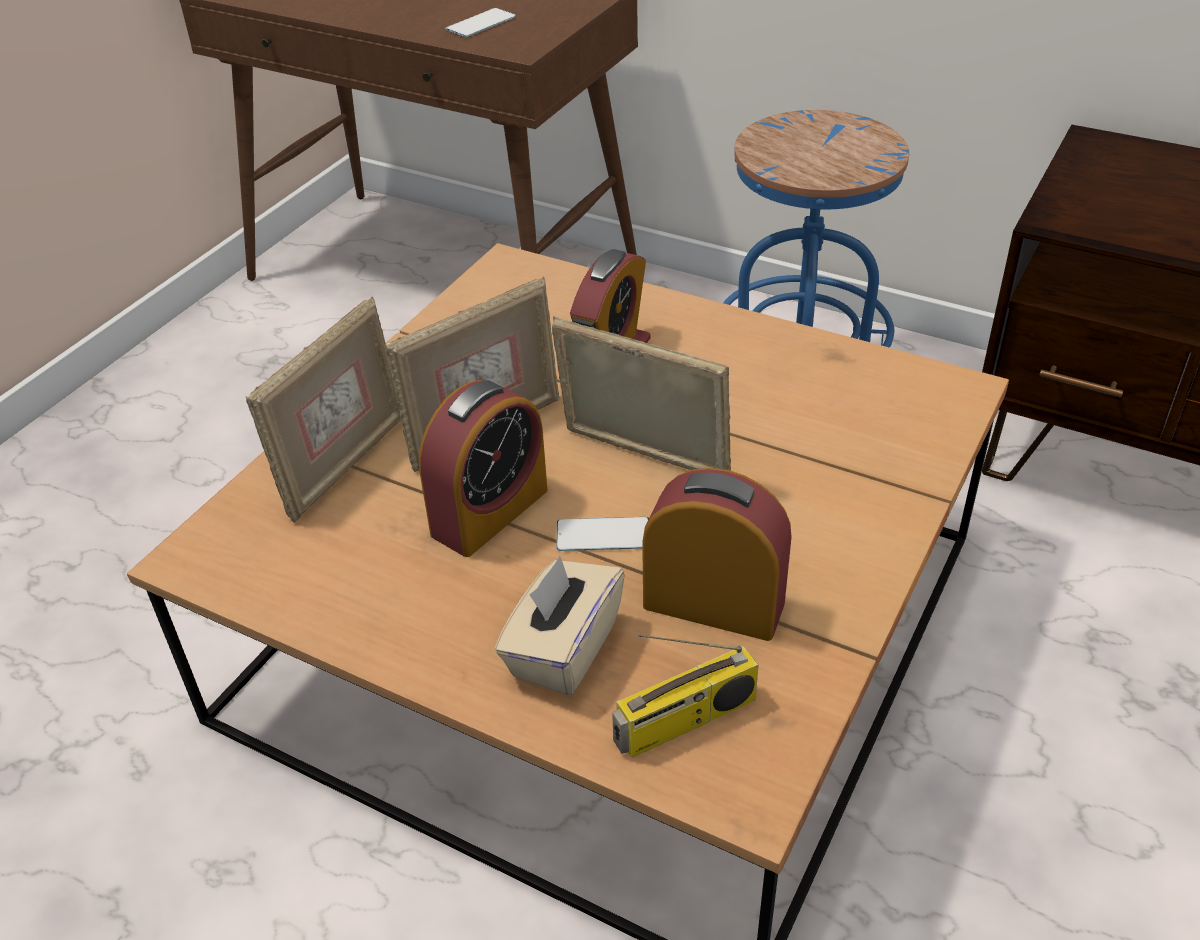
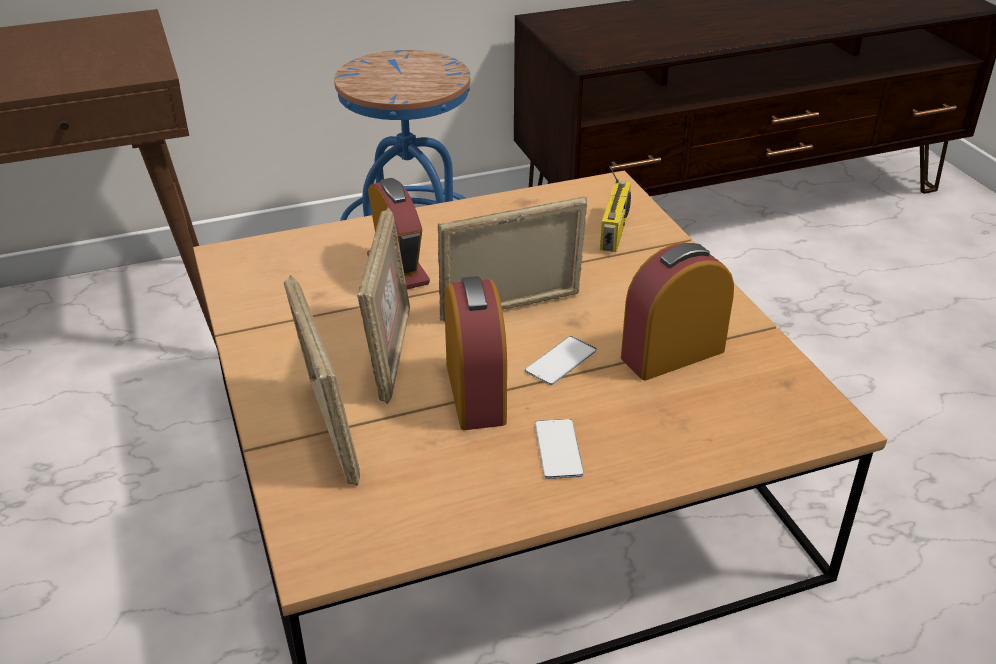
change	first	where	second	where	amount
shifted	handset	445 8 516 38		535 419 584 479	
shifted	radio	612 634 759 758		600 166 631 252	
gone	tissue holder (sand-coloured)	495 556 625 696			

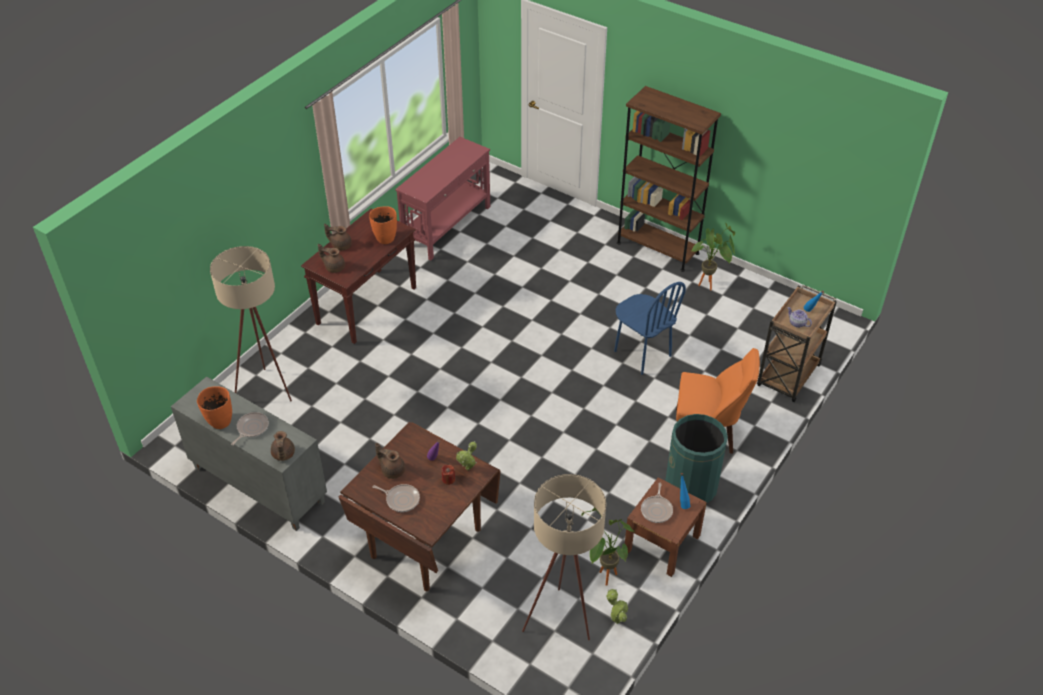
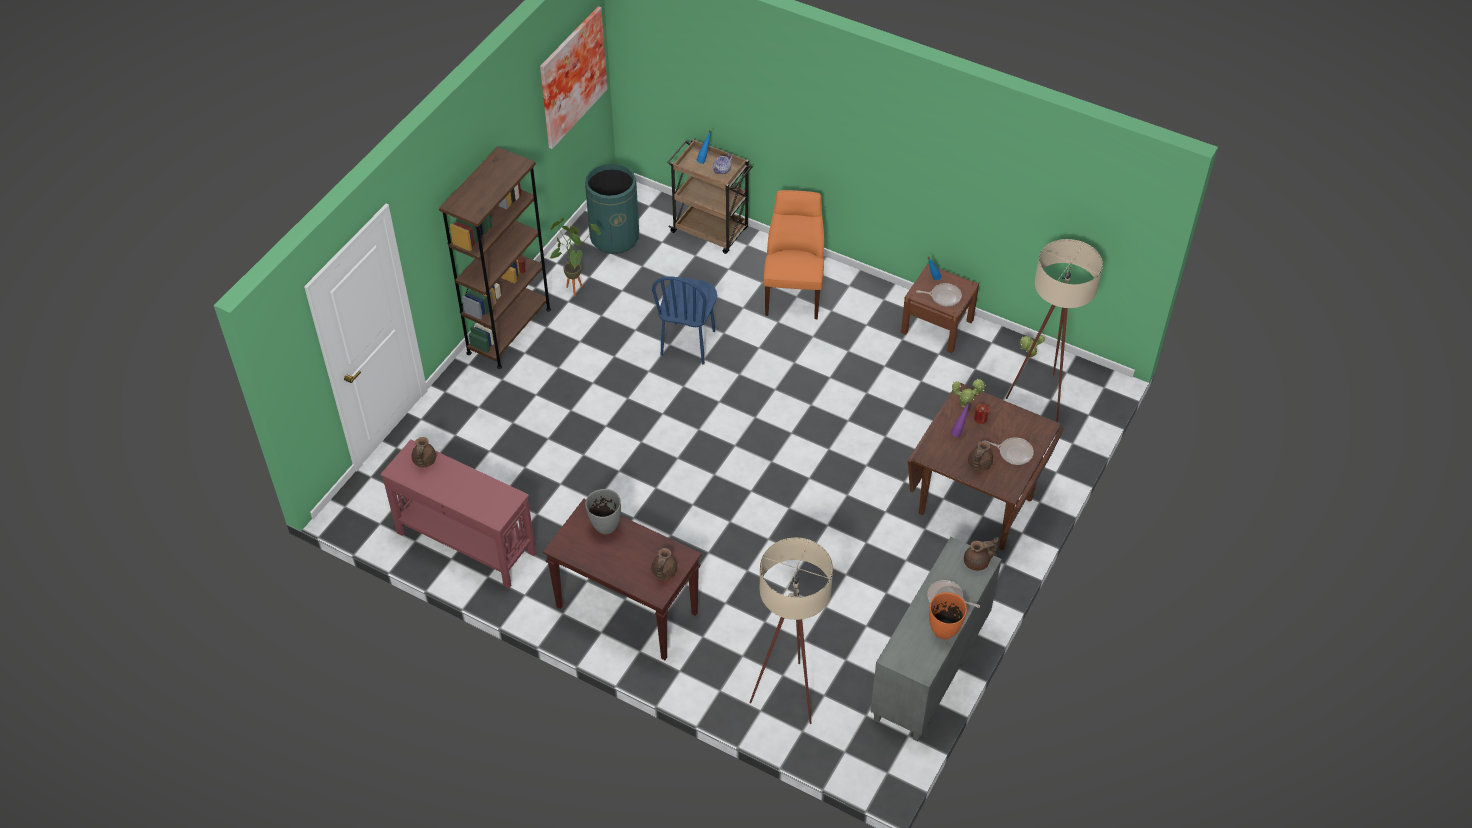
change	first	where	second	where	amount
shifted	teapot (brownish)	324 224 352 250		411 437 436 467	
new			picture	540 6 607 149	
shifted	trash can (green-coloured)	665 414 728 503		585 164 639 254	
repainted	decorative vase (orange)	369 206 397 244	decorative vase (gray)	585 489 621 534	
rotated	upright chair (blue-coloured)	614 282 686 375		652 277 717 364	150 degrees clockwise
rotated	frying pan	373 484 420 512		986 437 1034 465	90 degrees clockwise
gone	potted plant	581 507 634 586			

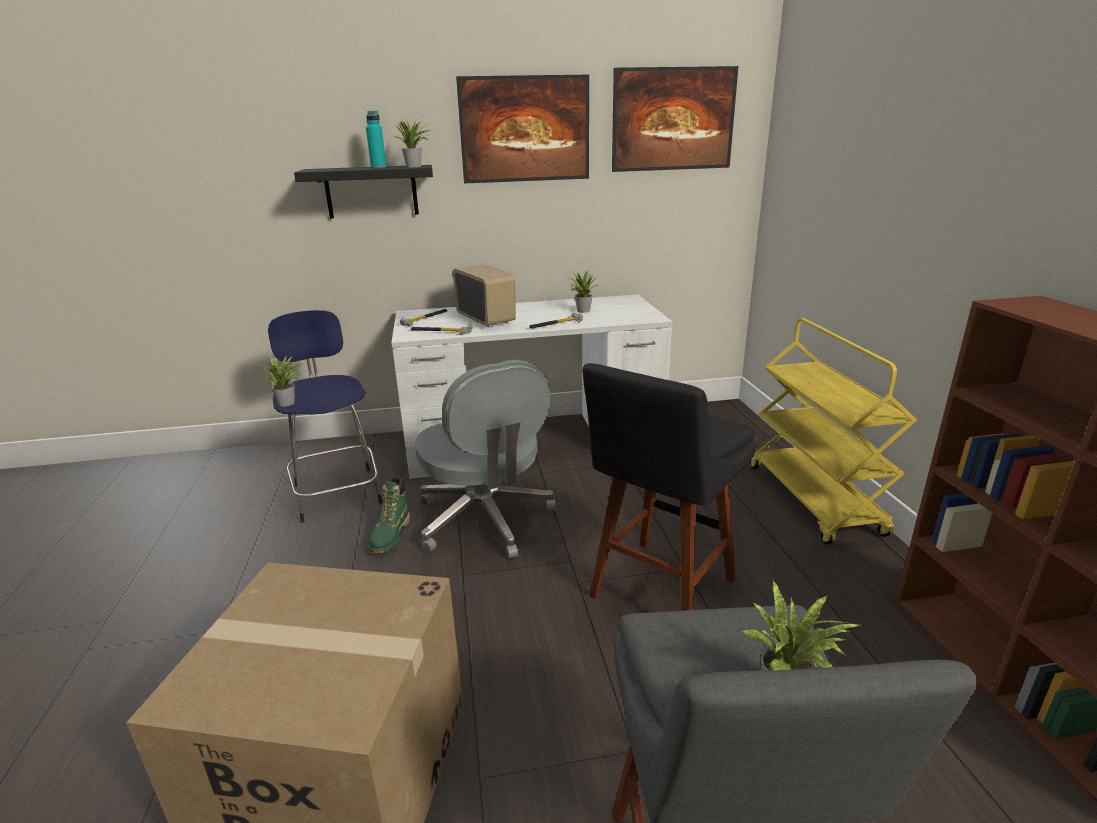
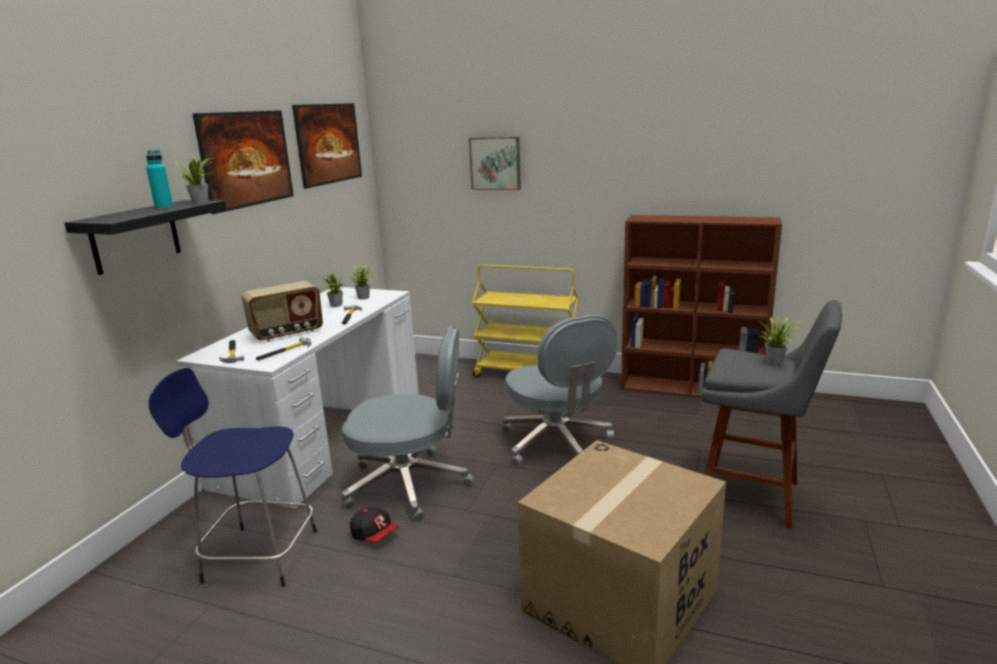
change	first	where	second	where	amount
rotated	radio	453 265 516 327		242 281 323 342	150 degrees clockwise
shifted	potted plant	261 356 302 407		345 265 376 299	
swapped	high-top boot (green-coloured)	369 478 410 553	peaked cap	350 507 400 542	
new			picture	469 137 521 190	
swapped	stool (black-coloured)	582 363 756 611	office chair (gray)	503 314 617 466	

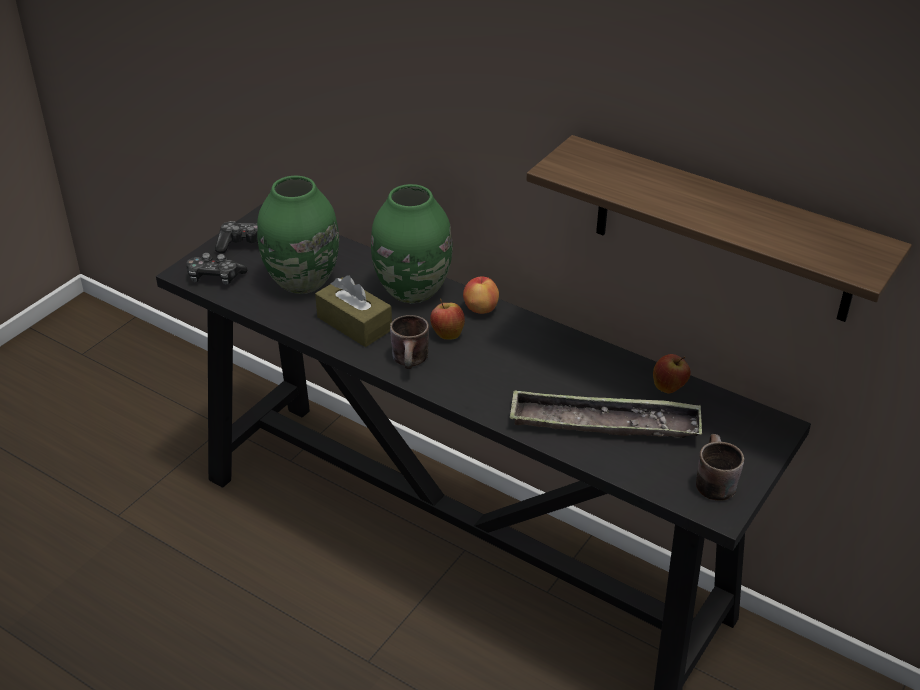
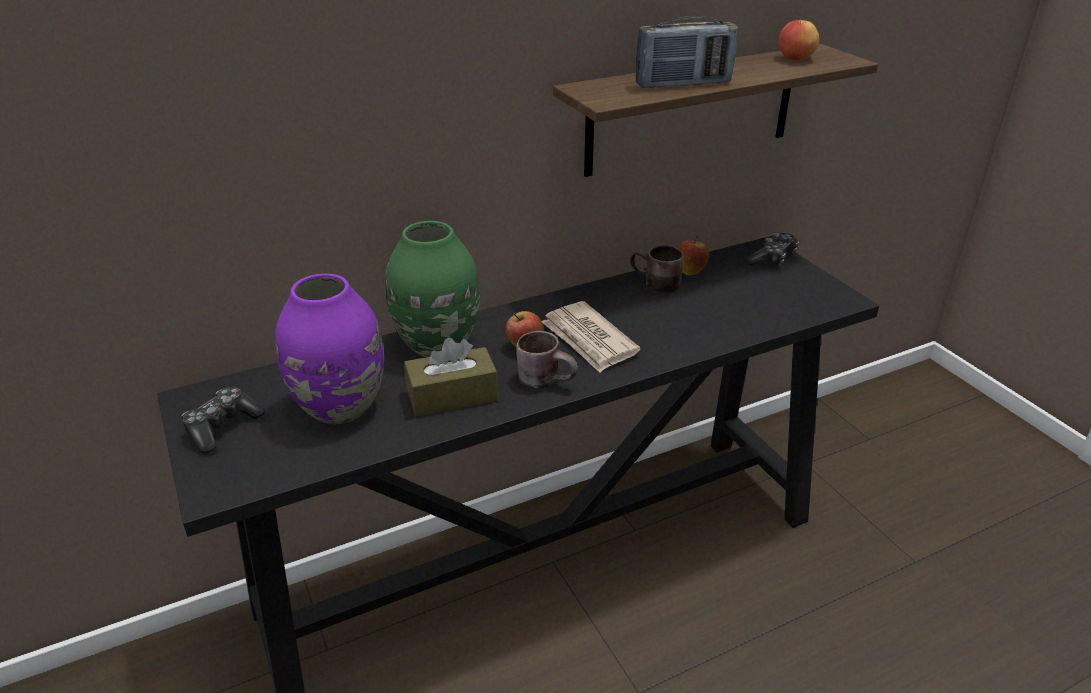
change	first	where	second	where	amount
repainted	decorative vase (green-coloured)	257 176 339 294	decorative vase (purple-coloured)	275 274 384 424	
new			daily paper	542 301 640 373	
shifted	coffee mug (brownish)	696 434 744 501		630 245 684 293	
new			radio	636 16 738 89	
shifted	joypad	186 253 247 285		745 233 799 267	
shifted	whole apple	463 276 499 314		779 17 819 60	
gone	carrying tray	510 389 702 438			

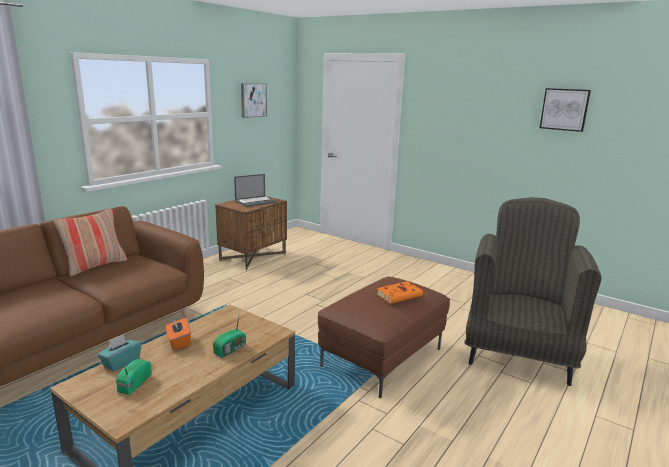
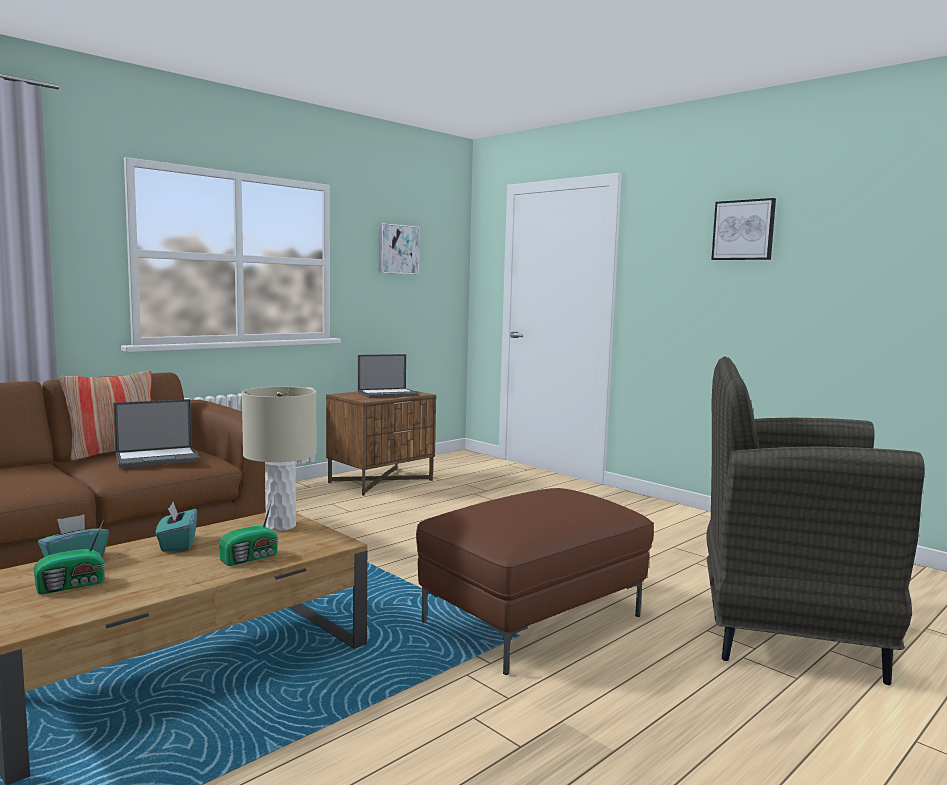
change	first	where	second	where	amount
rotated	radio	116 359 152 395		34 520 106 595	150 degrees counterclockwise
new			portable computer	113 399 200 468	
repainted	tissue holder (orange)	166 317 191 350	tissue holder (turquoise)	156 502 197 552	
new			tabletop lamp (sand-coloured)	242 387 317 531	
rotated	armchair (gray)	465 197 602 386		706 356 925 685	105 degrees counterclockwise
shifted	picture	540 88 591 132		711 198 776 260	
gone	book (orange)	377 281 423 304			

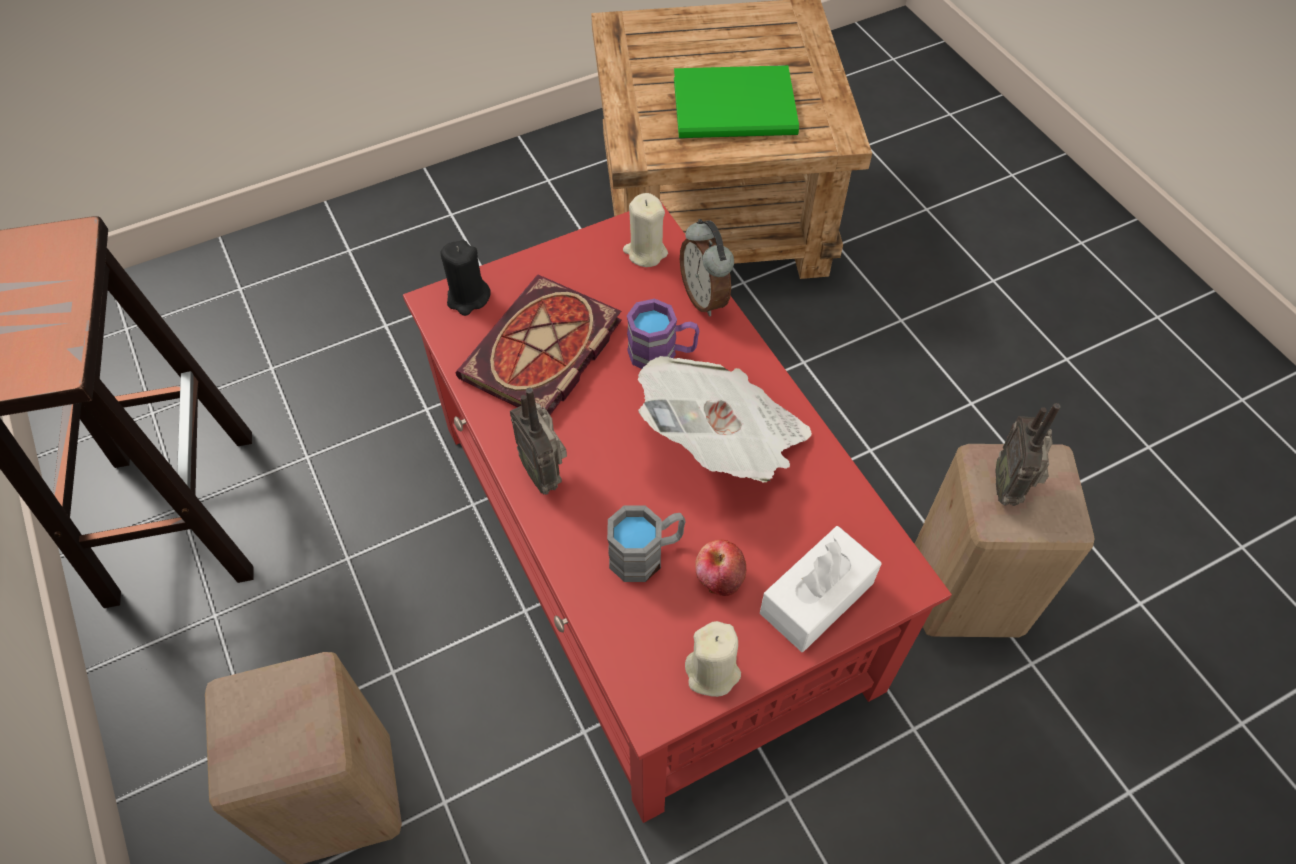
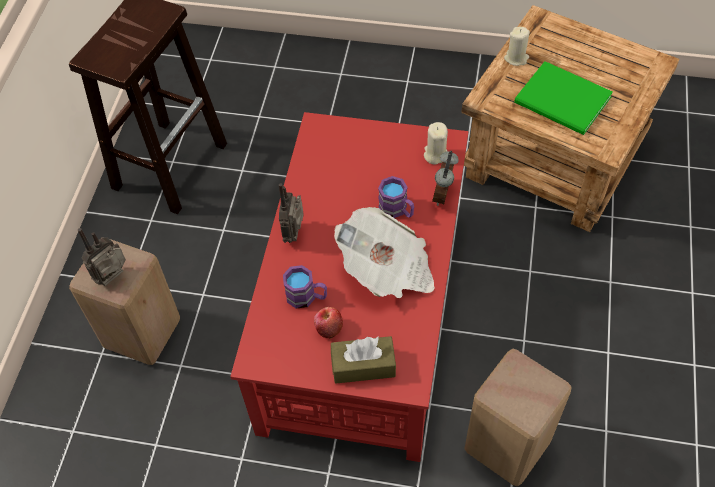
change	first	where	second	where	amount
shifted	radio	995 403 1061 506		78 228 126 286	
repainted	coffee mug (gray)	607 506 686 582	coffee mug (purple-coloured)	283 265 327 309	
repainted	tissue holder (white-coloured)	760 526 882 652	tissue holder (brownish)	331 336 396 384	
shifted	candle (sand-coloured)	685 621 741 697		504 27 530 66	
gone	candle (black-coloured)	440 240 491 316			
gone	book	456 275 622 415			

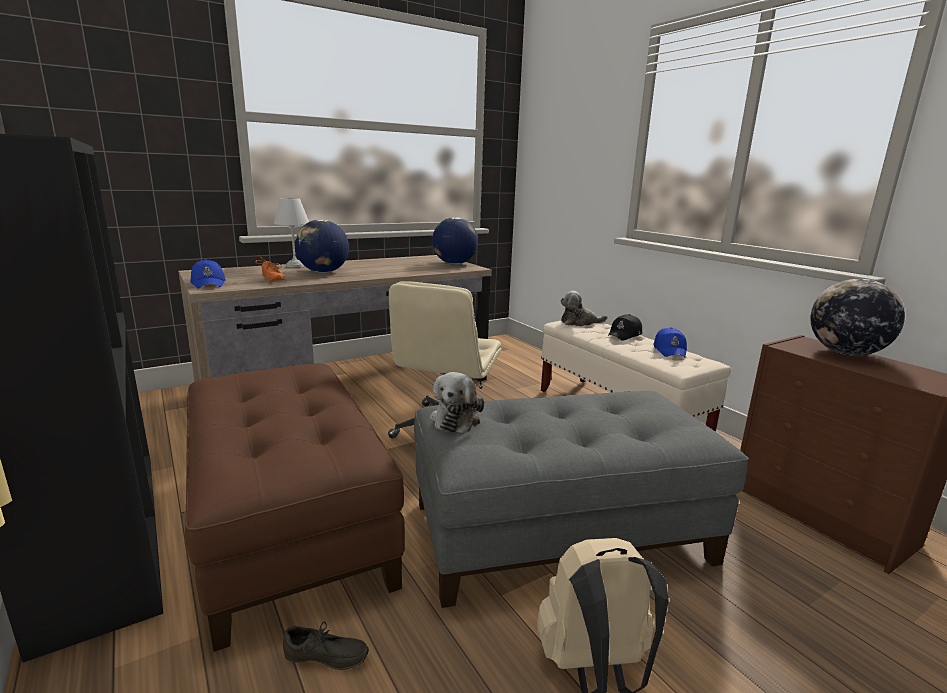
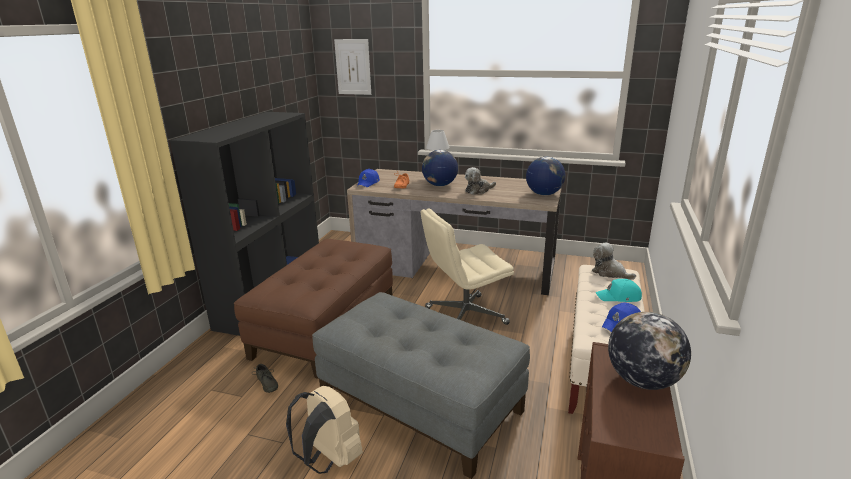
change	first	where	second	where	amount
new			picture	334 39 371 95	
shifted	cuddly toy	430 372 484 433		465 167 496 195	
repainted	peaked cap (black-coloured)	607 314 642 341	peaked cap (turquoise)	596 279 642 302	

